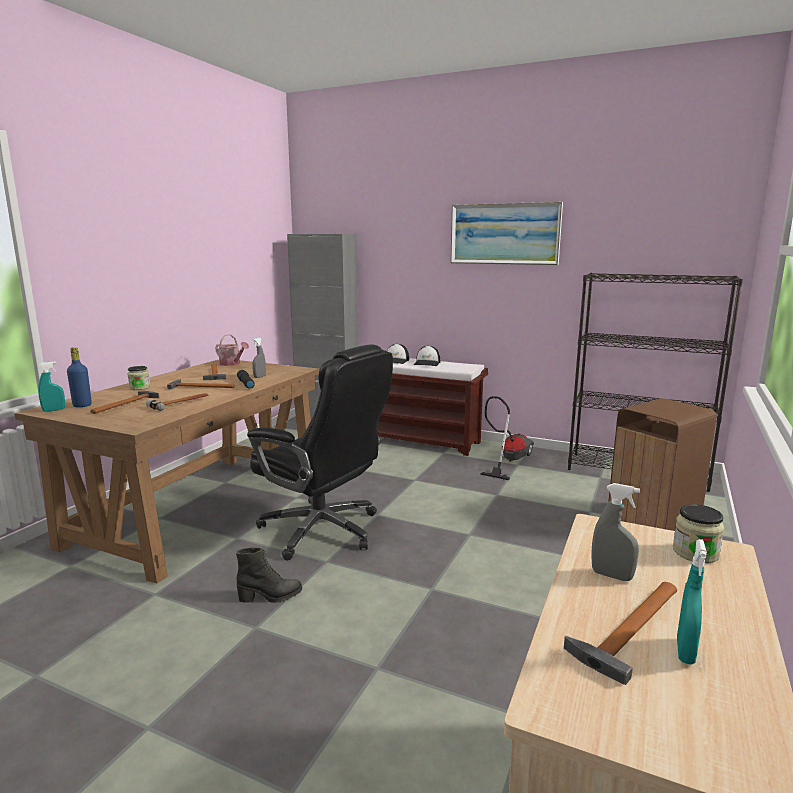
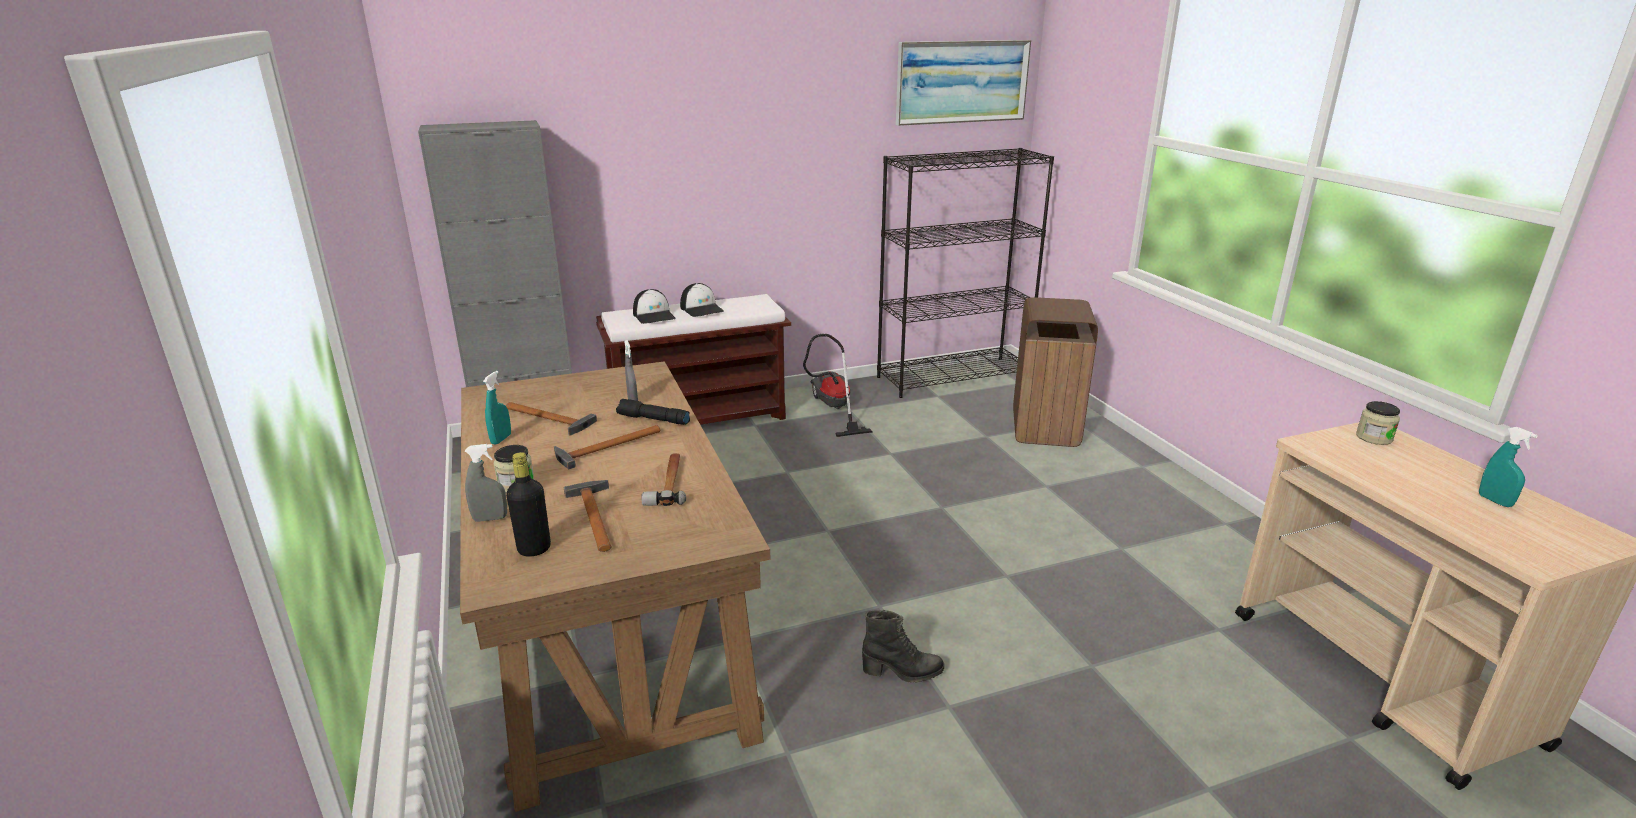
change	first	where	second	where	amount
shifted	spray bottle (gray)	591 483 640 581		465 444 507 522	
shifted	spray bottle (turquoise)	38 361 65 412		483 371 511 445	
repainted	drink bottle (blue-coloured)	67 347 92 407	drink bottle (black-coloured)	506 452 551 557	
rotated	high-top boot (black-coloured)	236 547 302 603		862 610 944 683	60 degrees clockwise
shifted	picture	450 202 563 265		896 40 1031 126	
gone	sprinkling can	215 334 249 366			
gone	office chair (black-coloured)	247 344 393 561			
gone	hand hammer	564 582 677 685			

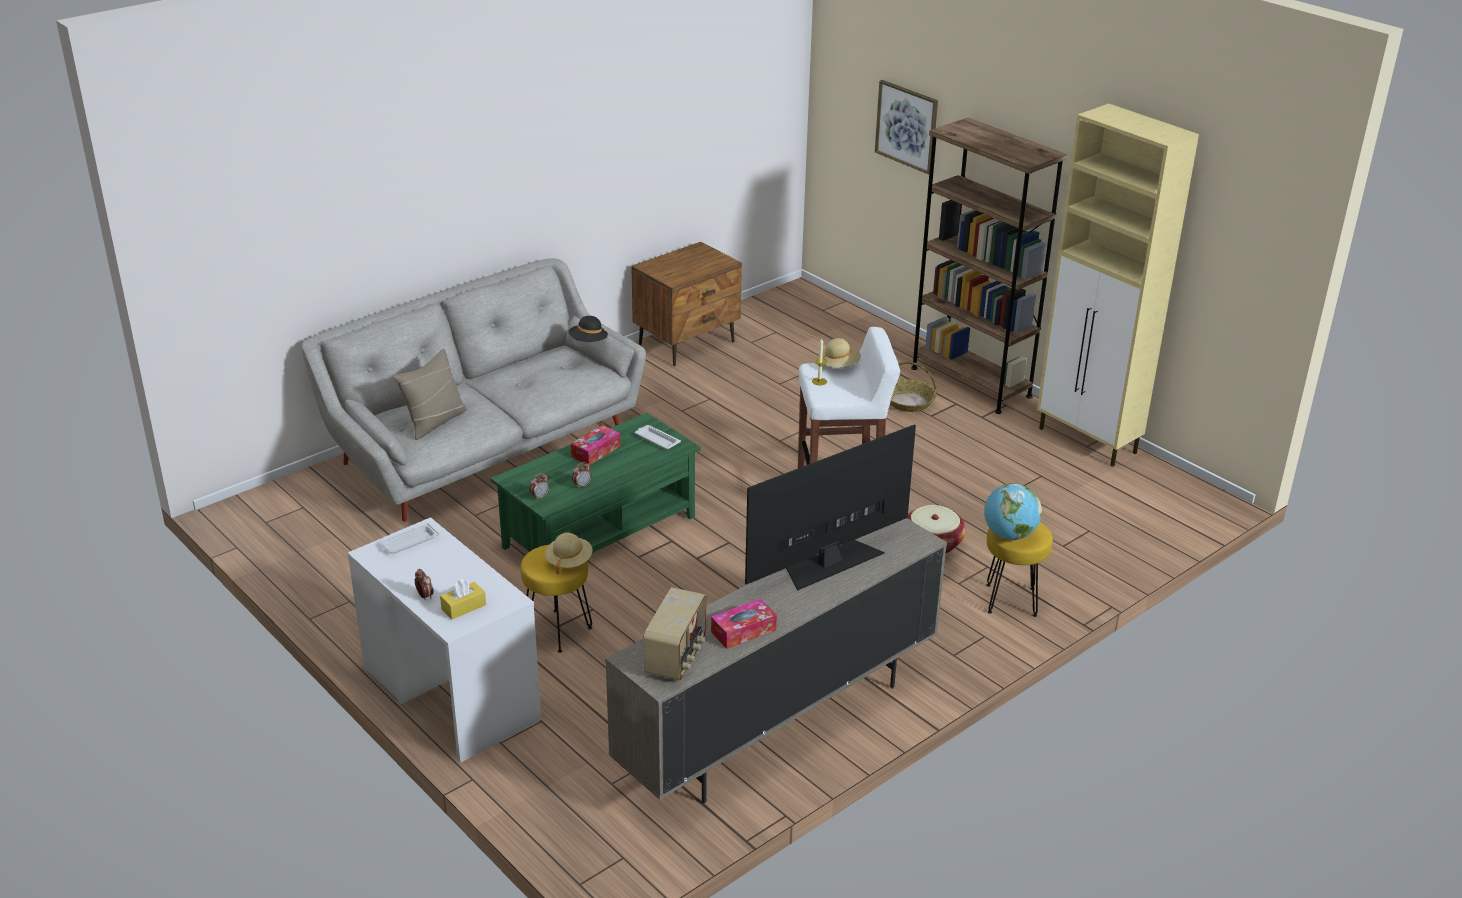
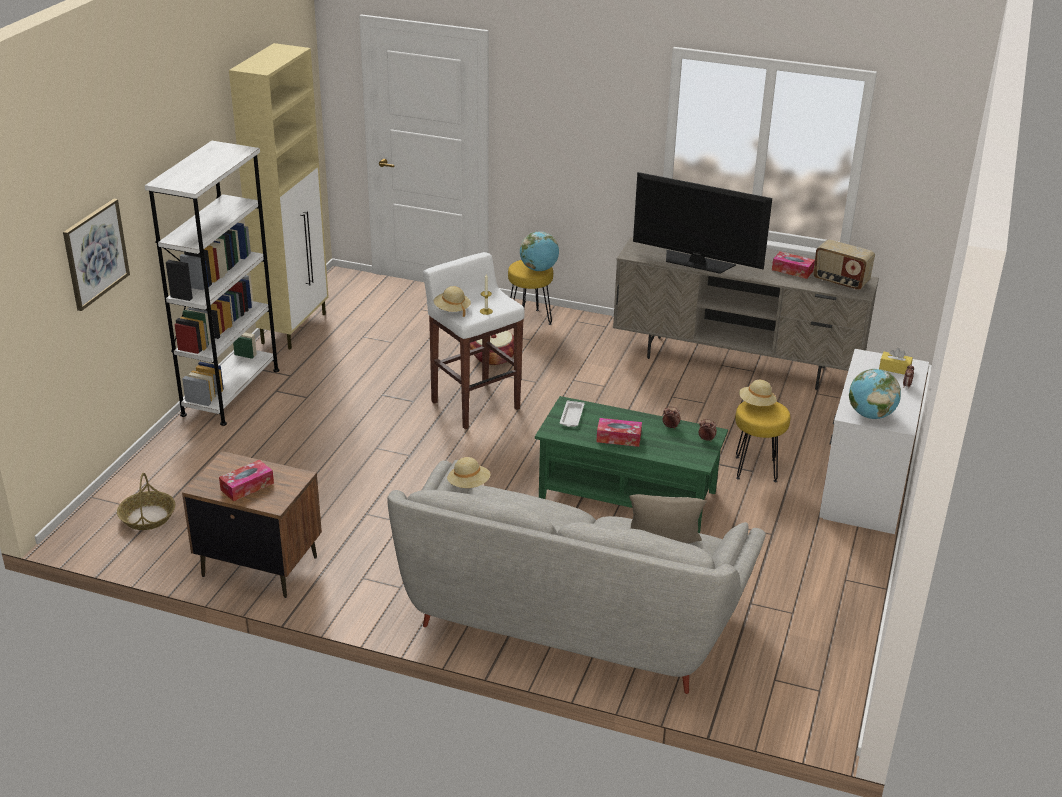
change	first	where	second	where	amount
shifted	basket	890 362 937 412		117 473 175 530	
repainted	bookcase (brownish)	911 118 1067 414	bookcase (white-coloured)	144 141 279 426	
new			tissue holder	219 460 274 501	
repainted	wearable hat (black-coloured)	569 316 608 342	wearable hat (sand-coloured)	447 457 491 488	
rotated	radio	644 587 707 680		813 239 875 290	135 degrees counterclockwise
swapped	carrying tray (white-coloured)	381 523 439 554	world globe	849 369 901 419	

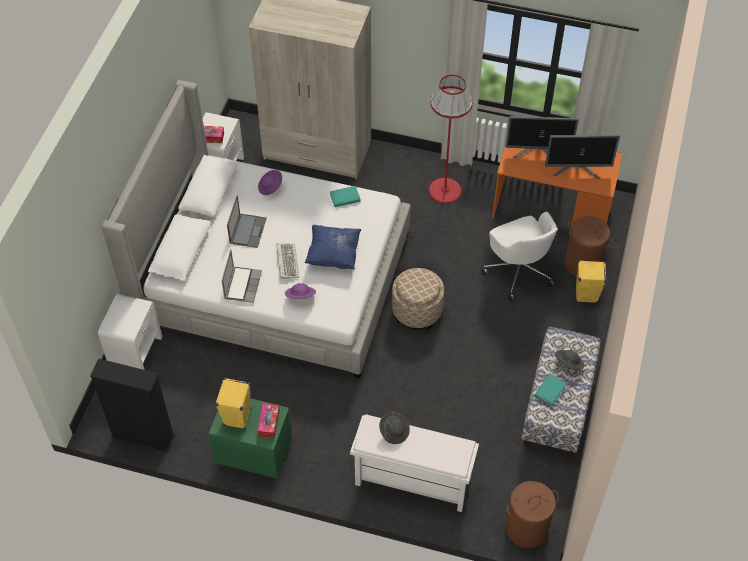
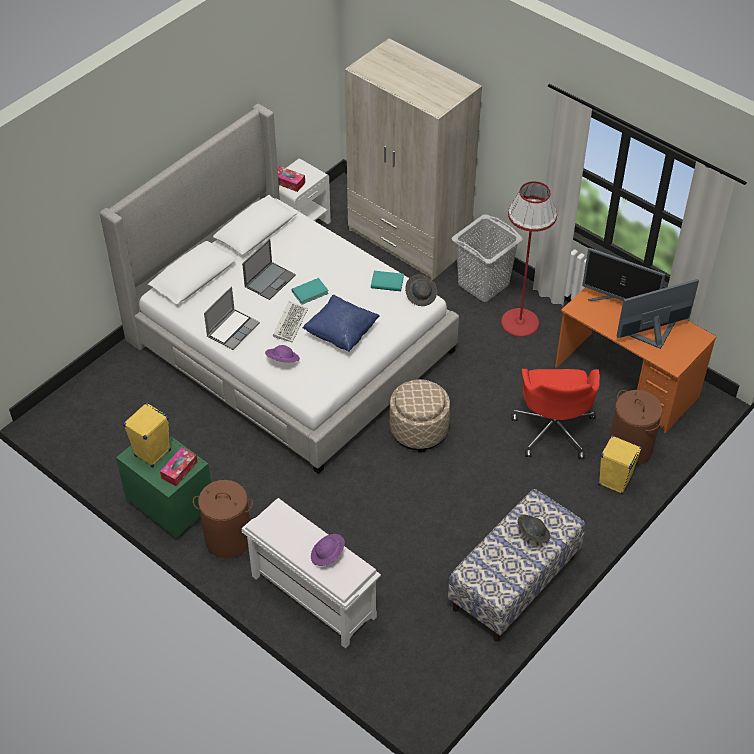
change	first	where	second	where	amount
shifted	laundry basket (brownish)	506 481 559 548		193 480 253 558	
shifted	book (turquoise)	534 374 567 406		292 278 329 305	
shifted	wearable hat (purple-coloured)	258 170 282 195		311 534 345 566	
shifted	wearable hat (gray)	379 411 410 444		405 274 437 306	
new			laundry basket (gray)	452 214 523 302	
repainted	office chair (white-coloured)	482 211 558 301	office chair (red-coloured)	511 369 600 459	
rotated	computer display	545 135 620 179		617 279 699 349	135 degrees clockwise
gone	bookcase (black-coloured)	90 359 175 452			
gone	nightstand (white-coloured)	98 293 162 370			

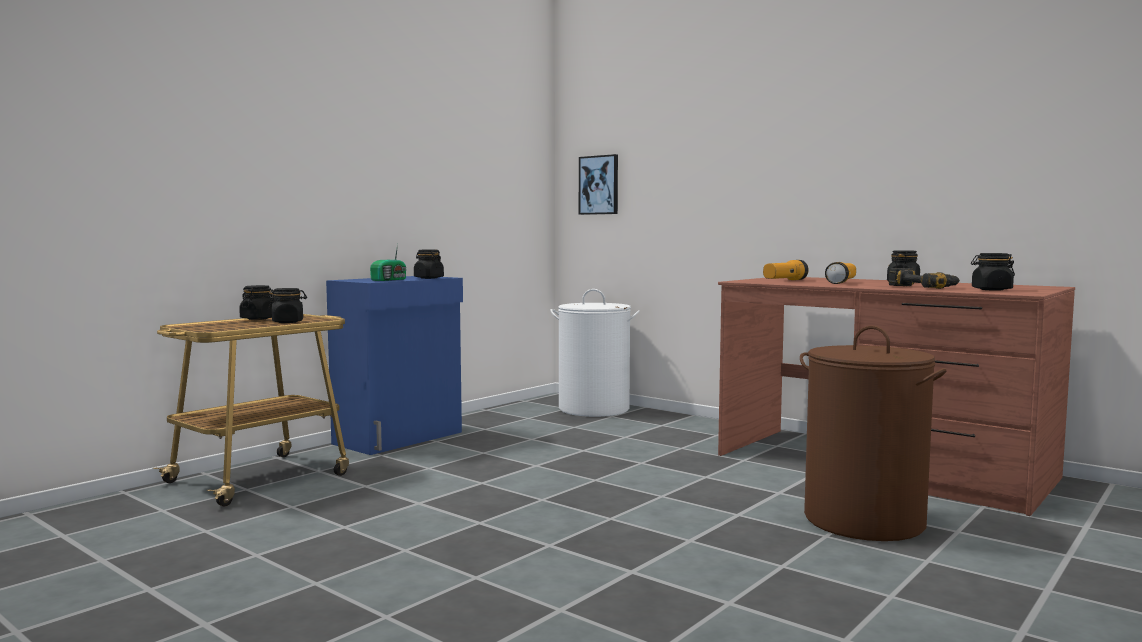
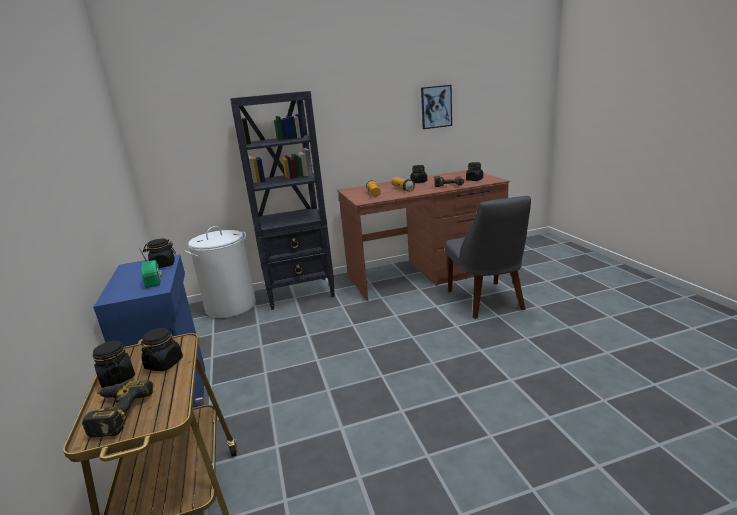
change	first	where	second	where	amount
new			electric drill	82 380 153 438	
new			bookcase (black-coloured)	230 91 335 310	
shifted	picture	579 154 618 215		421 85 452 129	
swapped	laundry basket (brownish)	800 325 947 541	upright chair (gray)	445 196 531 319	

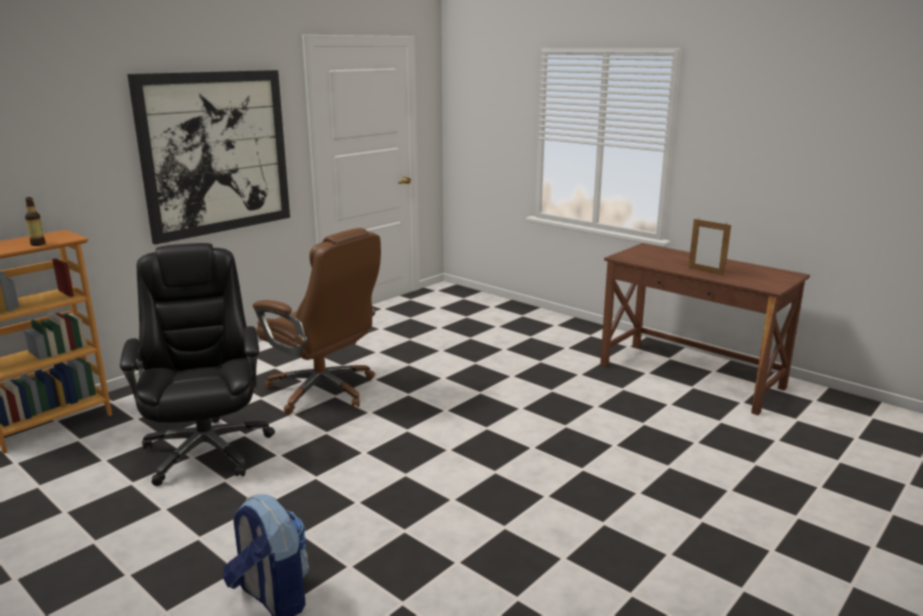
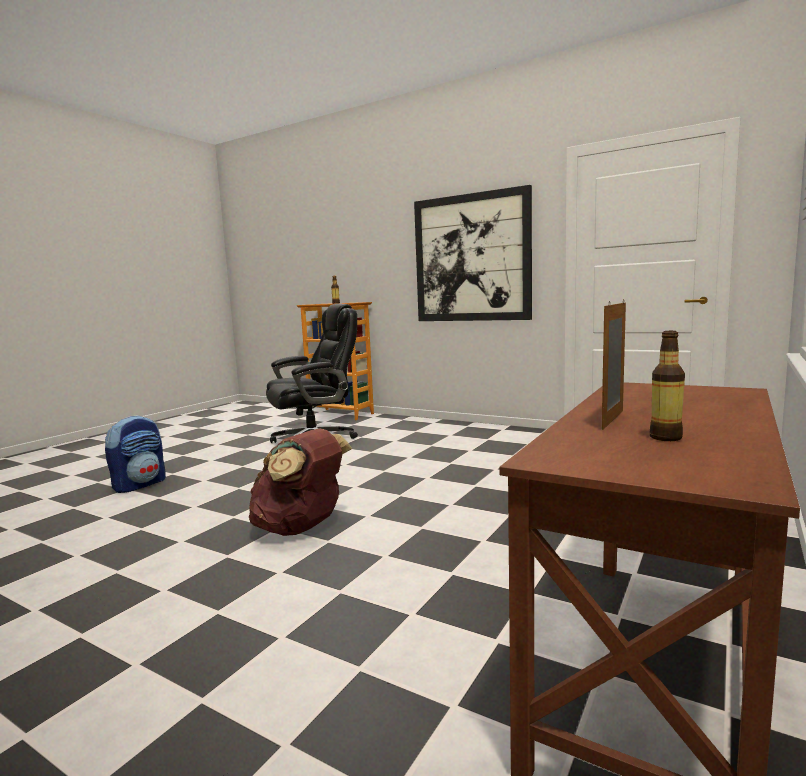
change	first	where	second	where	amount
new			backpack (brownish)	249 428 352 536	
new			drink bottle	650 331 685 441	
gone	office chair (brownish)	253 228 381 414			

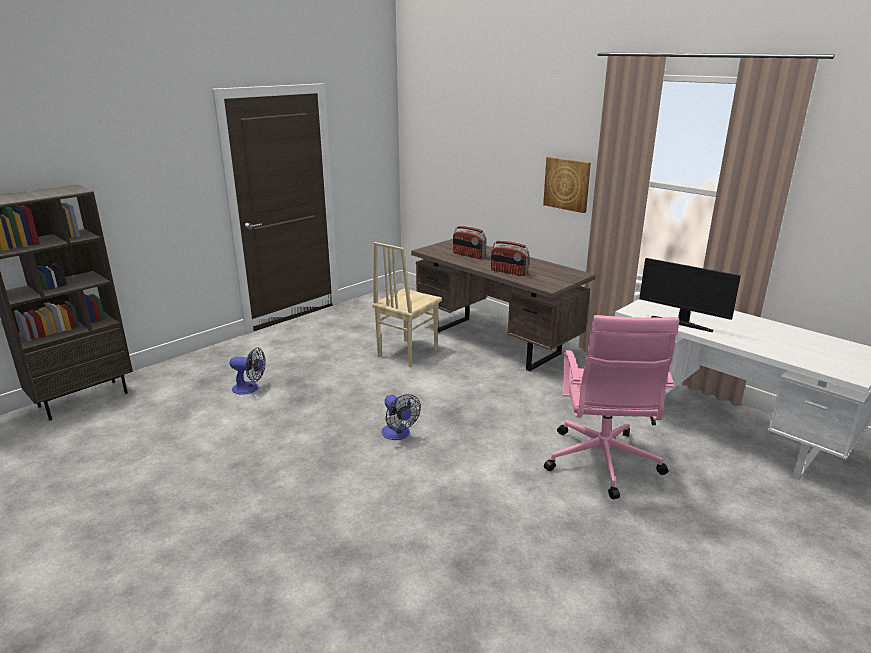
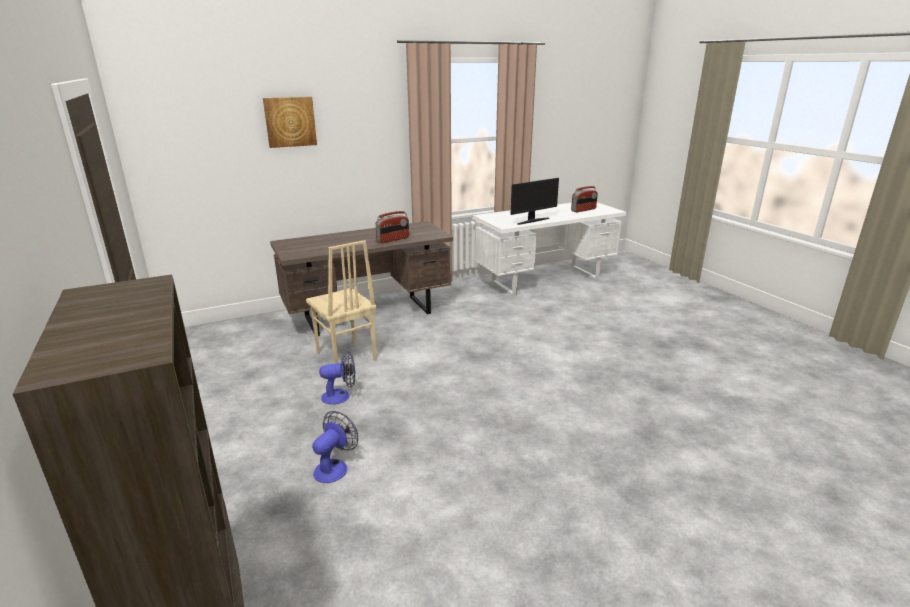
change	first	where	second	where	amount
shifted	picture	543 157 591 213		263 97 317 148	
shifted	cooling fan	382 394 421 440		319 351 356 405	
shifted	radio	453 226 486 259		571 186 598 212	
gone	office chair (pinkish)	544 315 679 499			

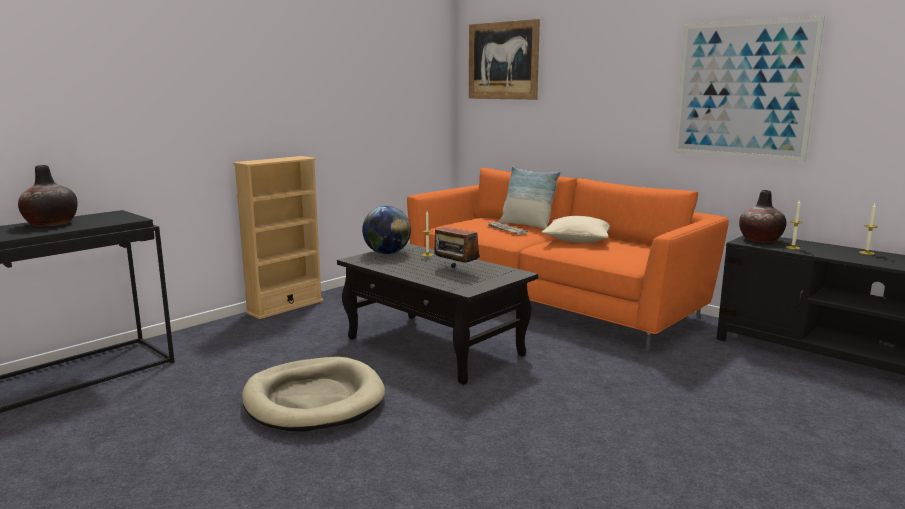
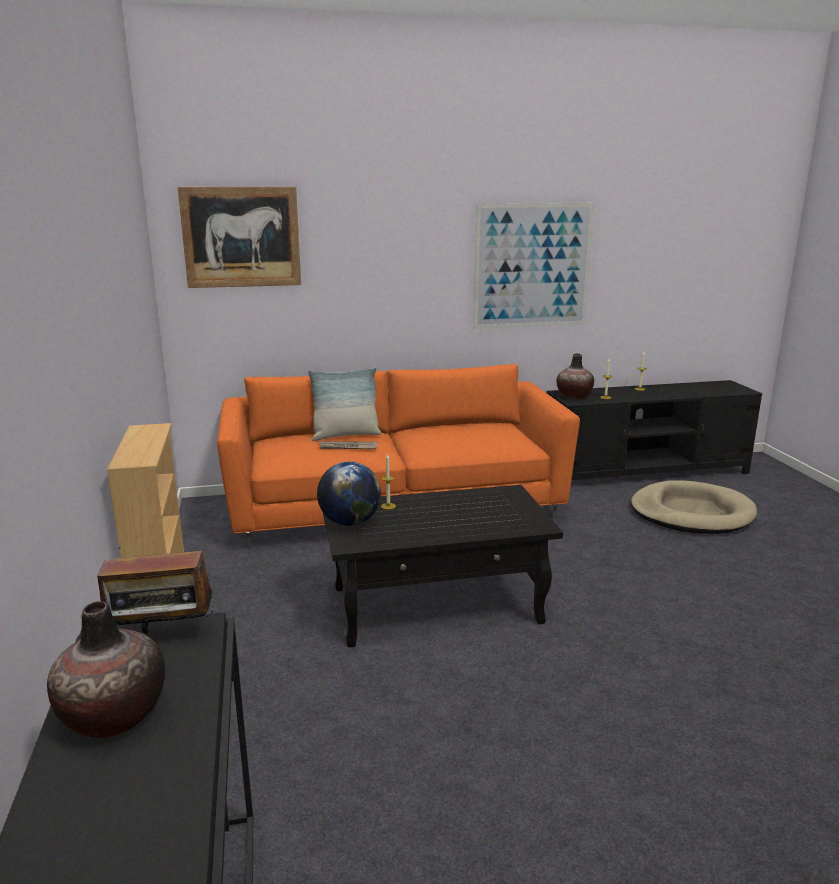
change	first	where	second	where	amount
shifted	radio	434 227 480 268		97 548 213 633	
shifted	dog cushion (sand-coloured)	242 357 385 432		631 480 757 534	
gone	throw pillow (sand-coloured)	541 216 610 243			

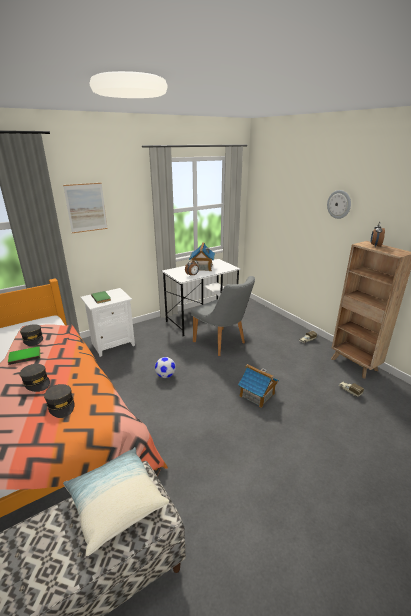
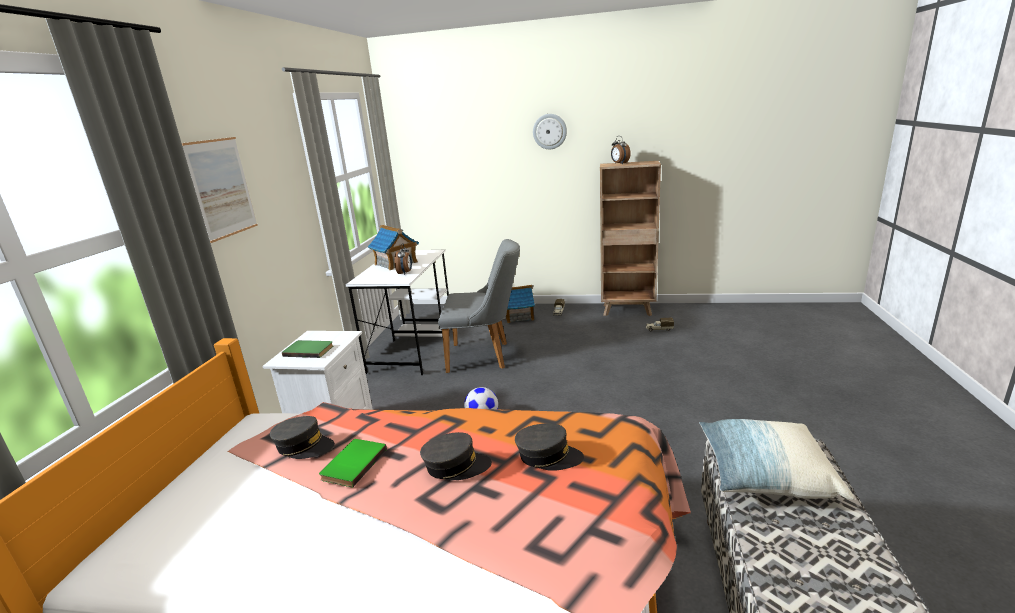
change	first	where	second	where	amount
shifted	model house	238 364 279 408		502 285 535 323	

